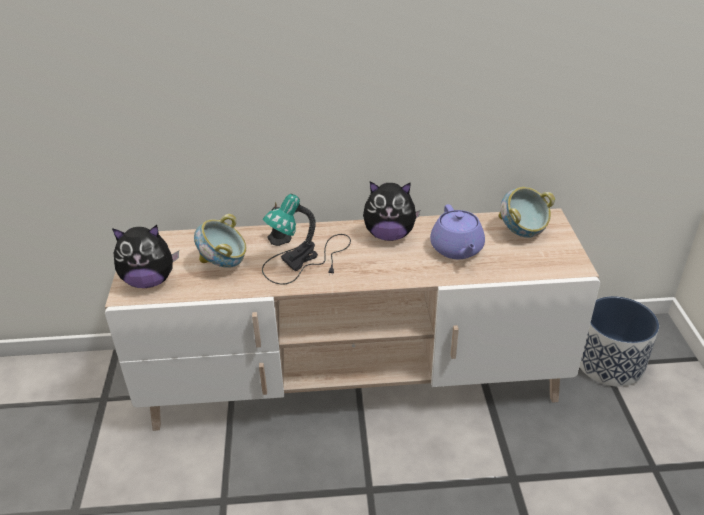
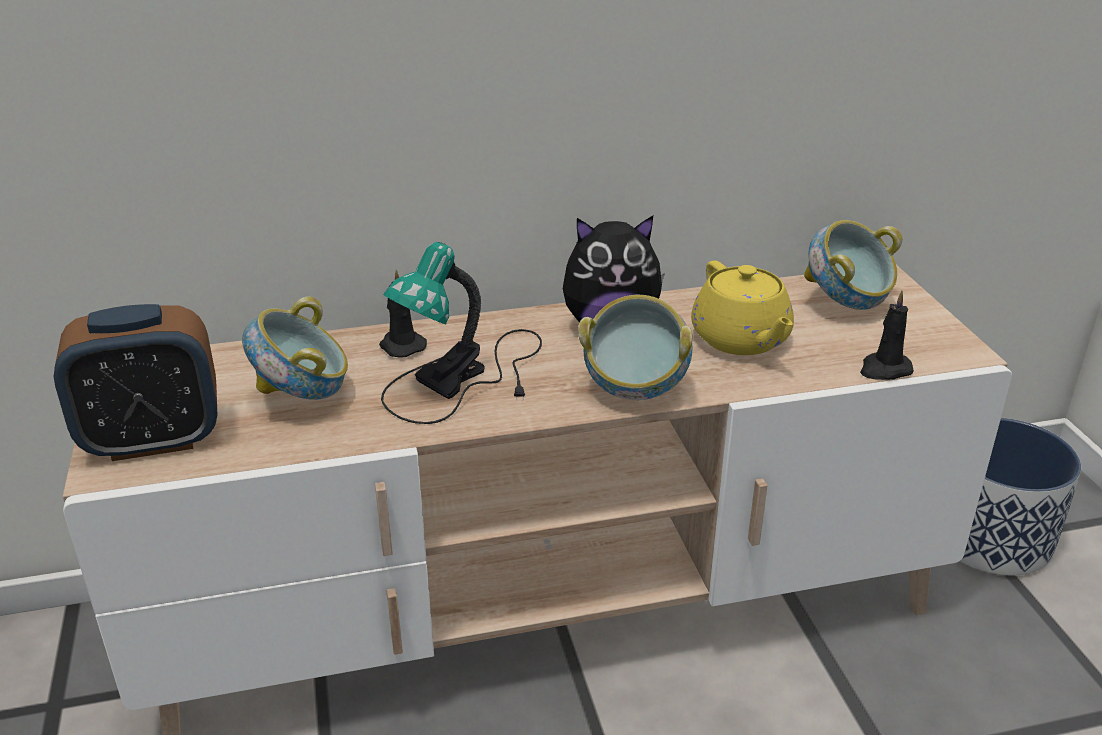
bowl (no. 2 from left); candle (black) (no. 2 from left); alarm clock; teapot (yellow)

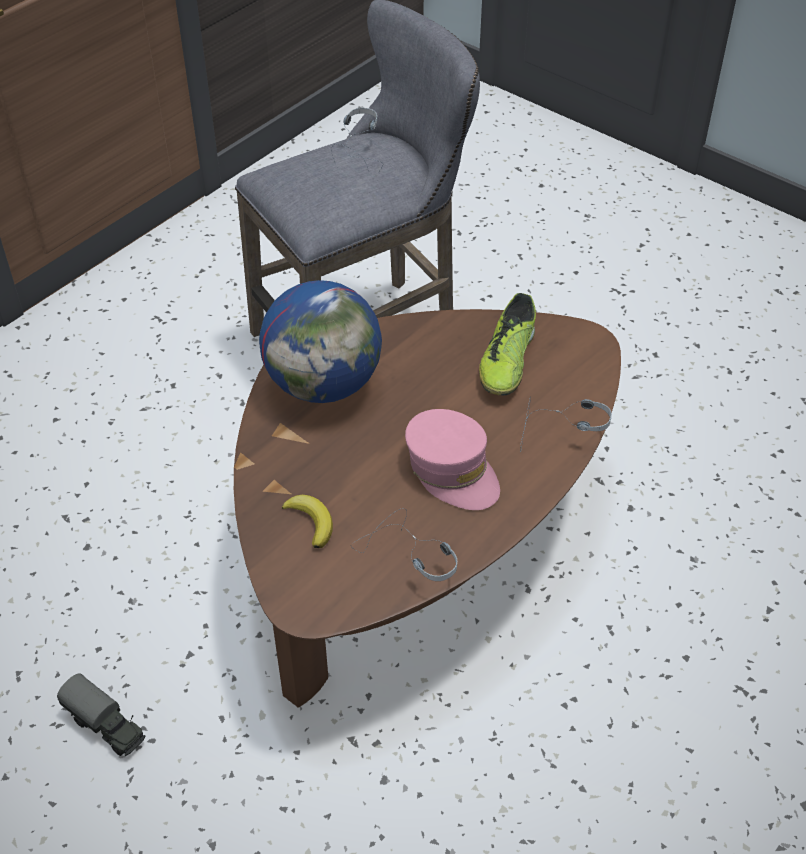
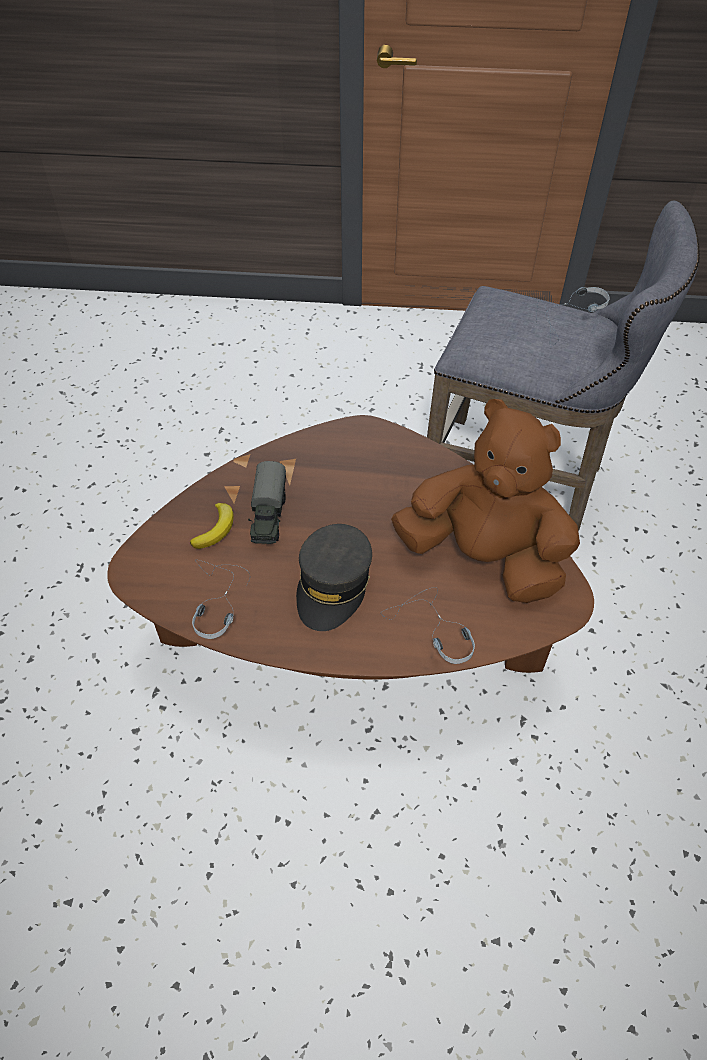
globe; toy truck; plush toy (brown); cap (grey)

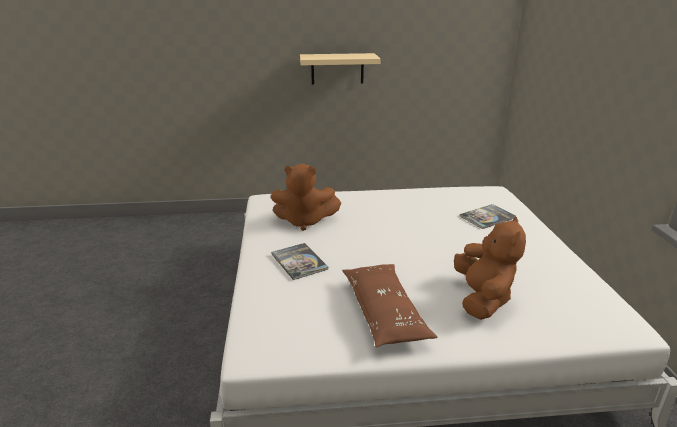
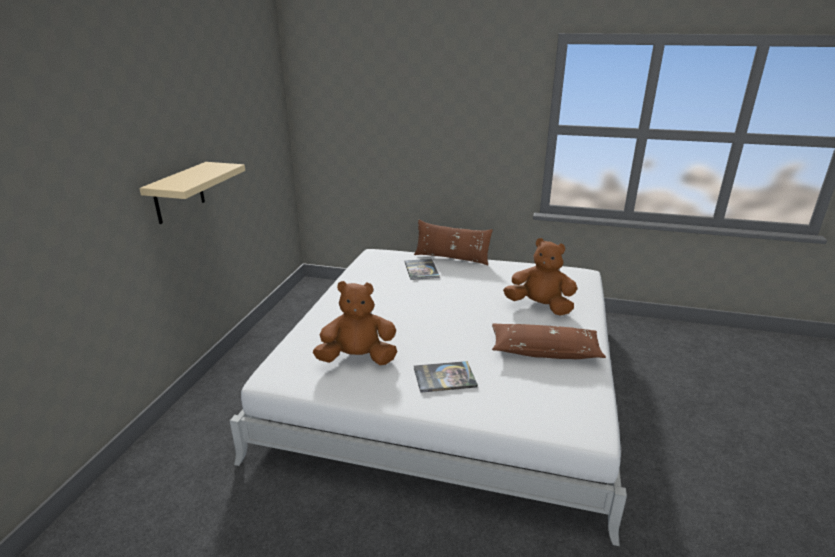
pillow (brown) (no. 1 from left); plush toy (brown) (no. 1 from left)

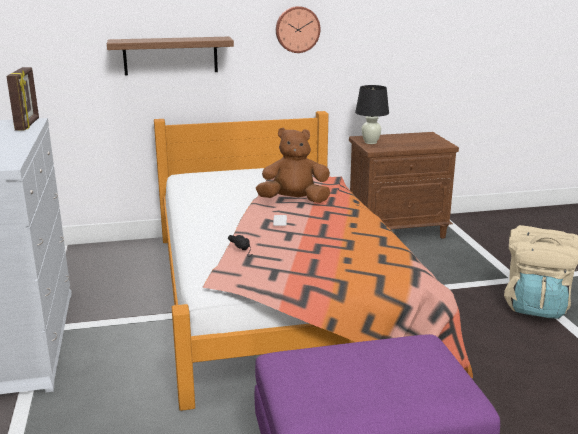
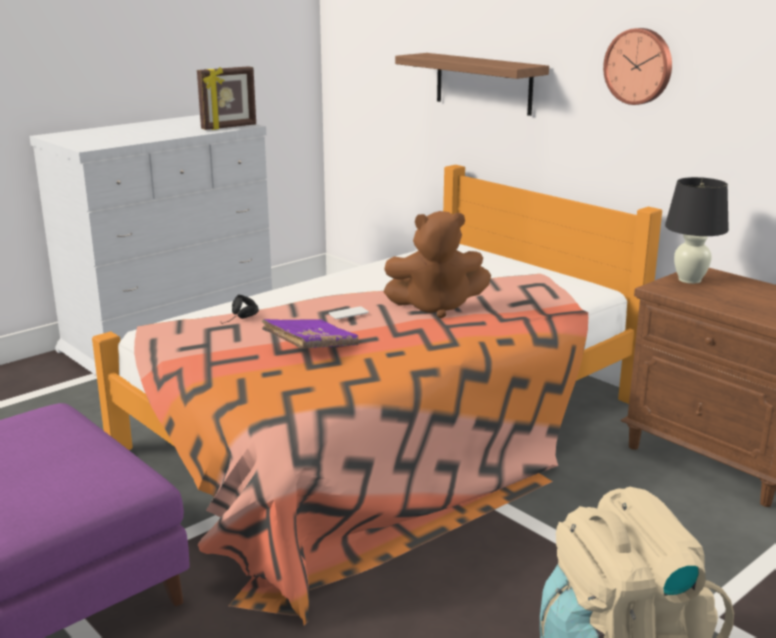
book (purple); plush toy (brown)

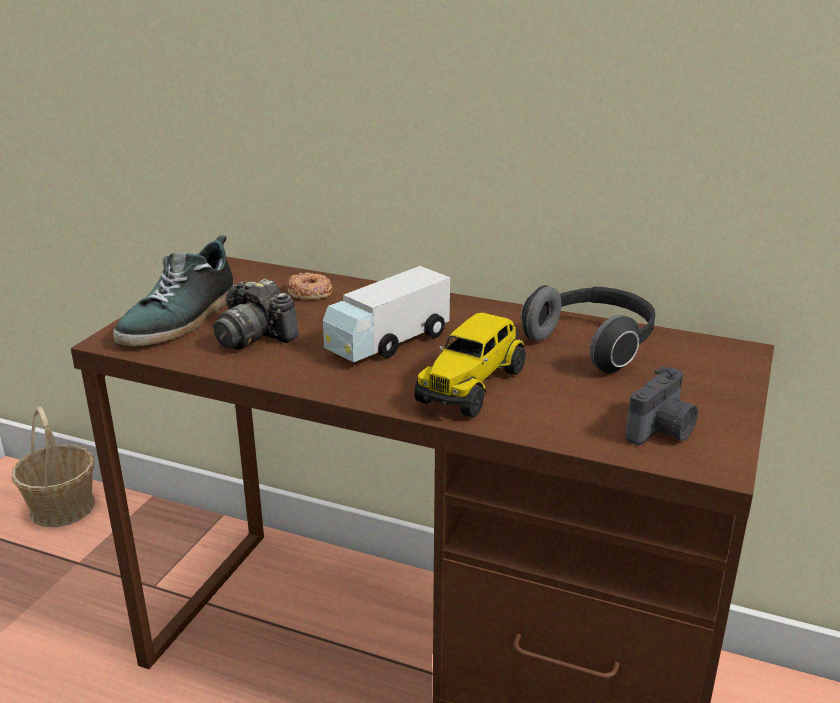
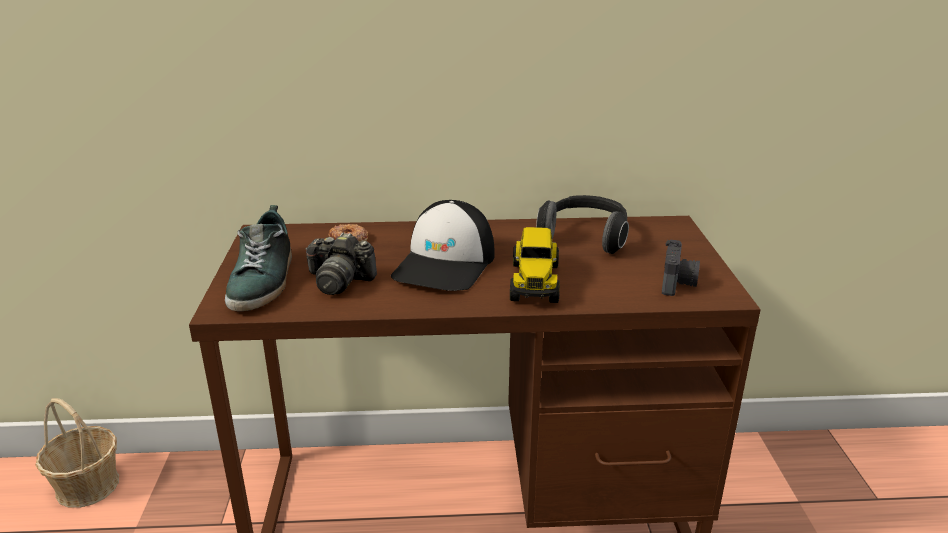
cap

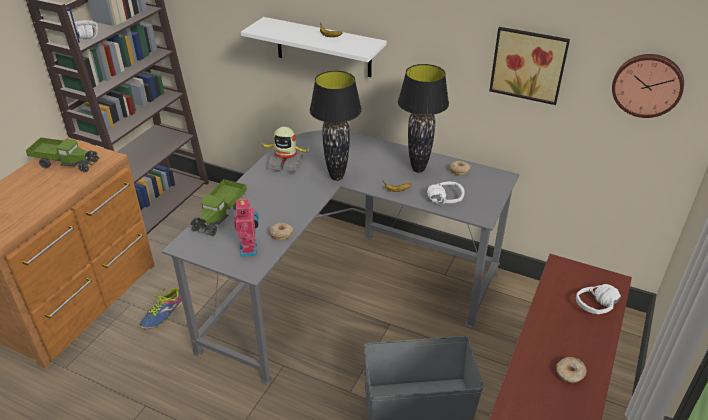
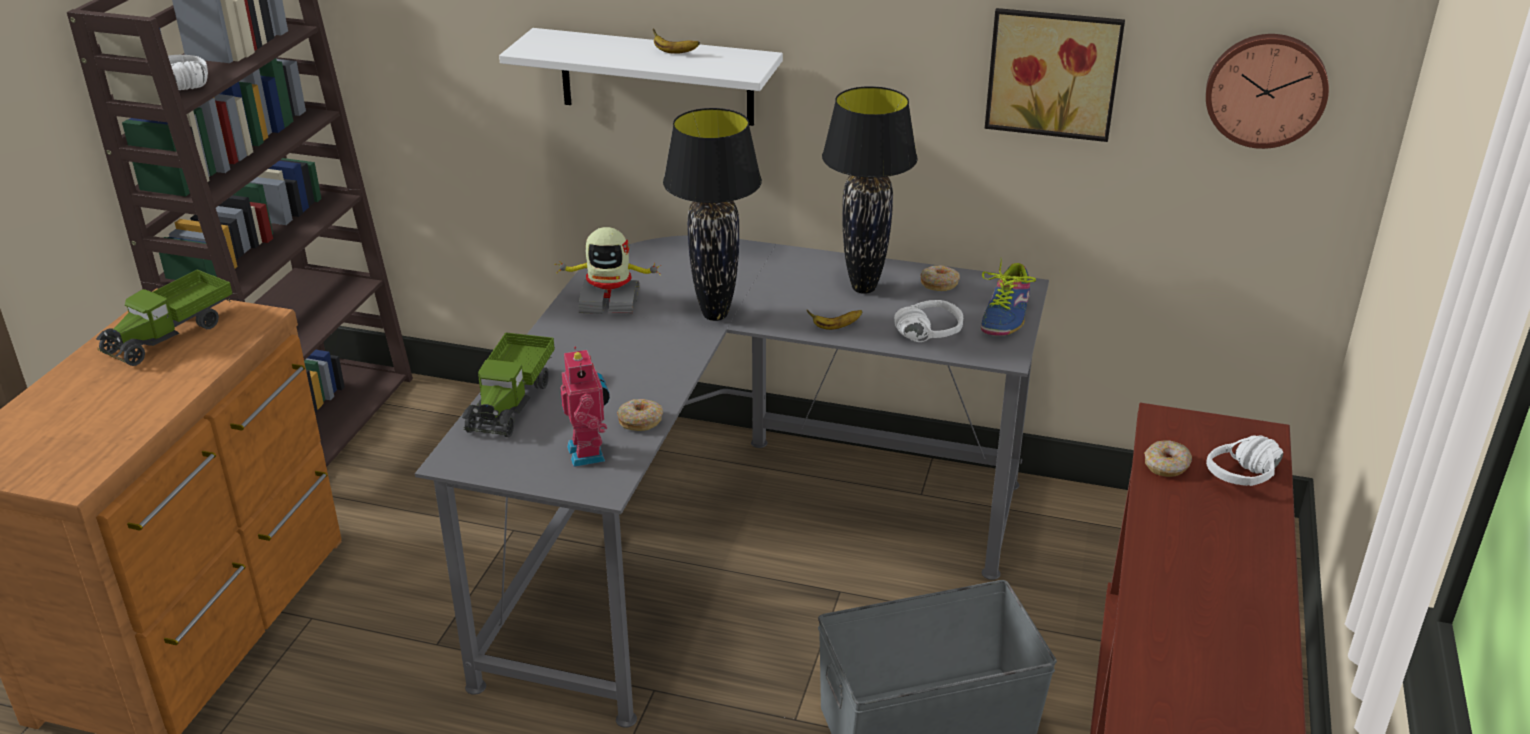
shoe; donut (no. 3 from left); toy truck (no. 1 from left)

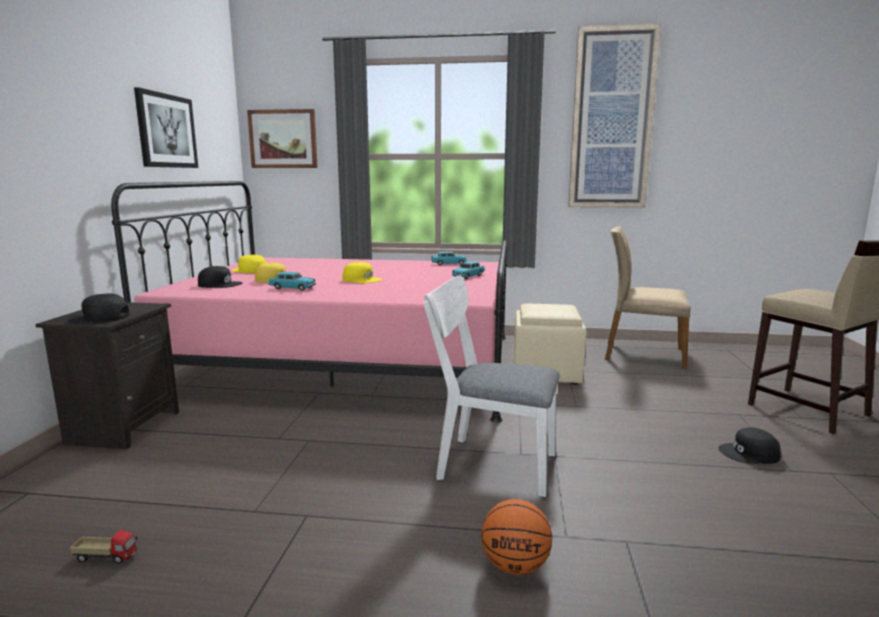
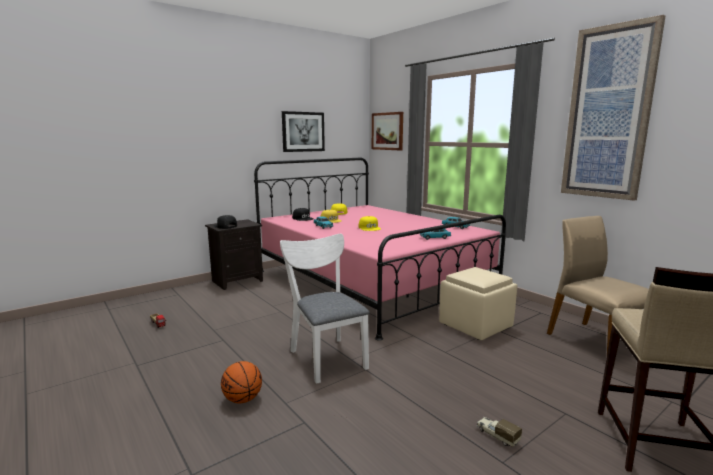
toy truck (no. 2 from left)

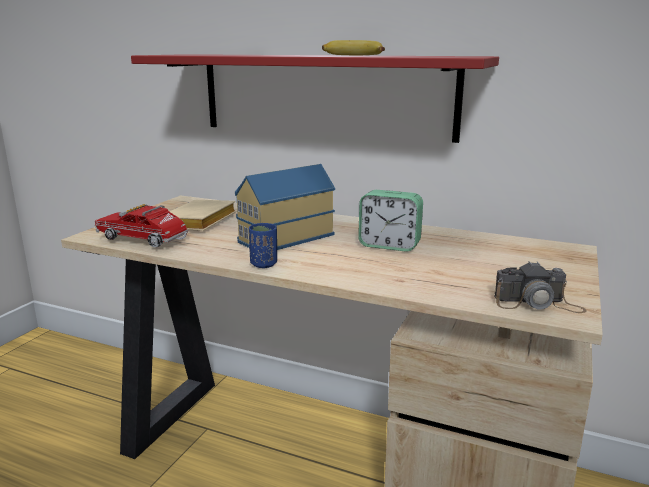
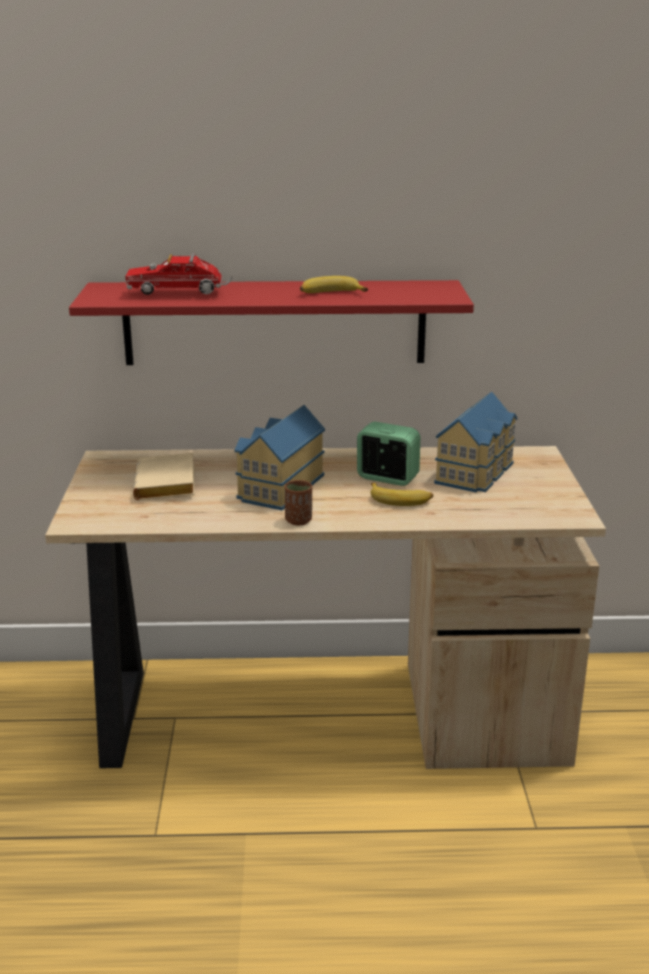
photo camera; banana (no. 2 from left); toy house (no. 2 from left); toy truck; cup (brown); alarm clock

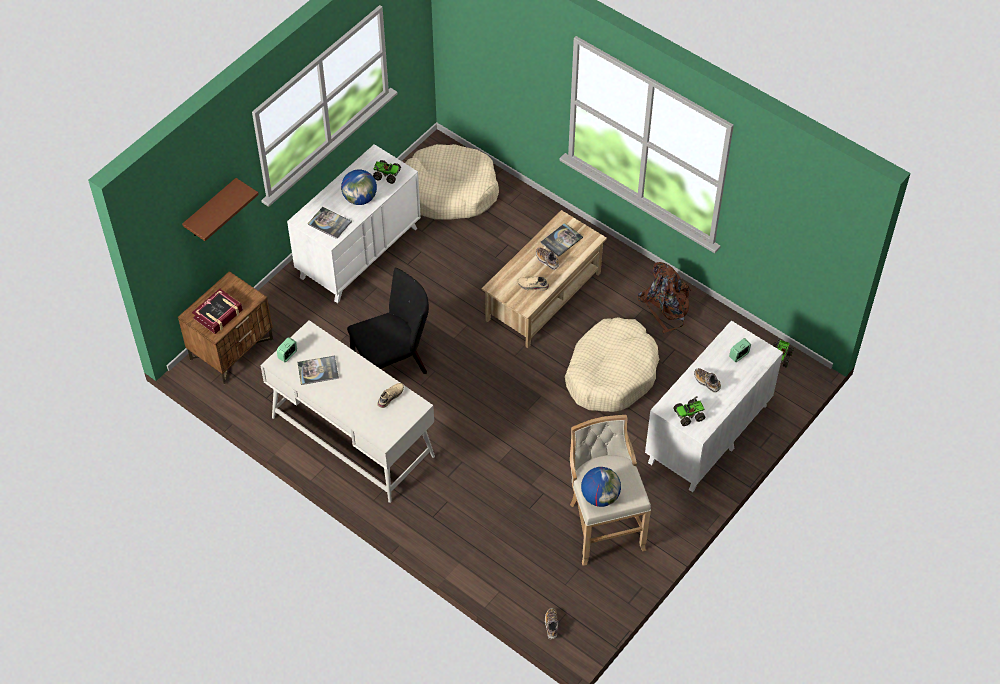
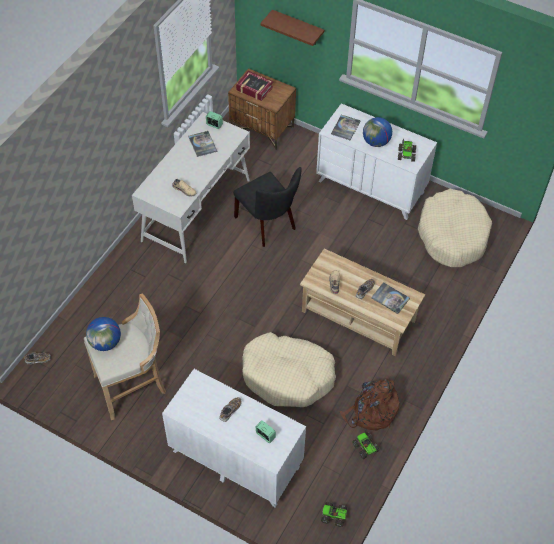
toy truck (no. 2 from left)

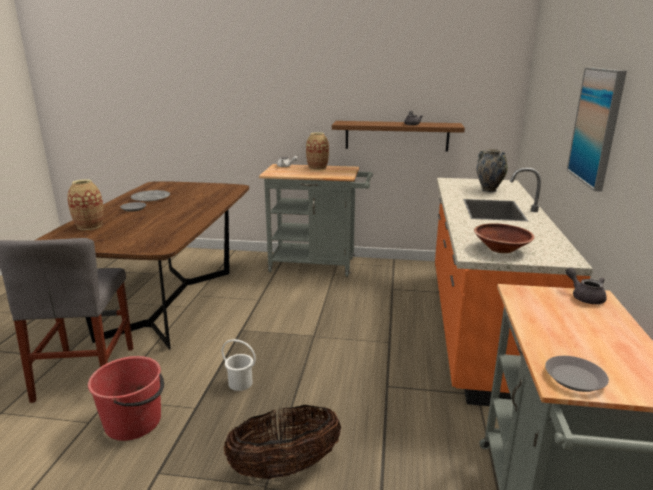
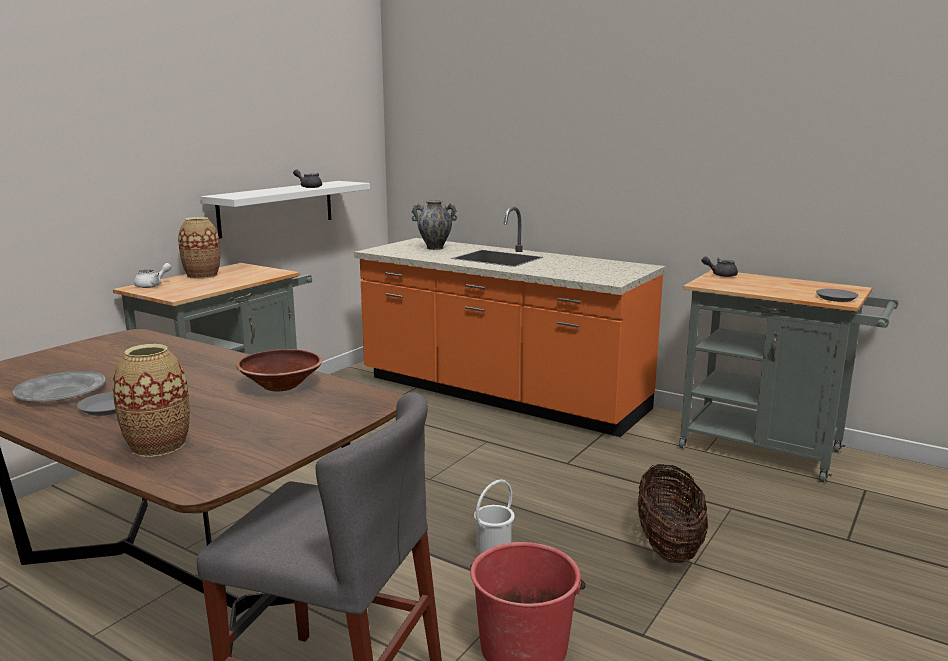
picture; bowl (brown); shelf (white)

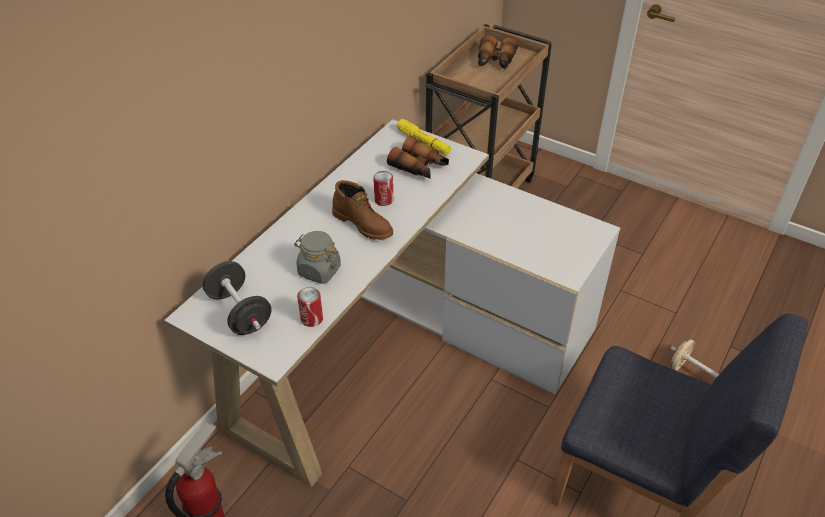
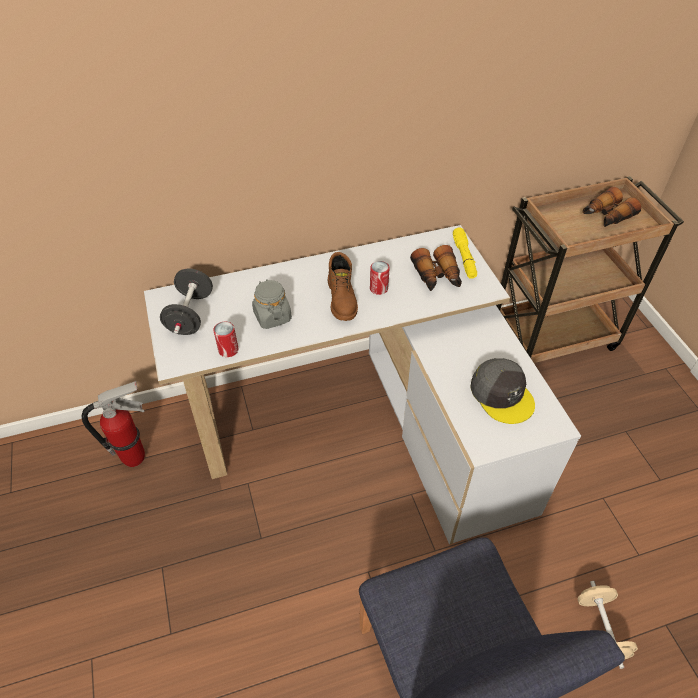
cap (grey)

